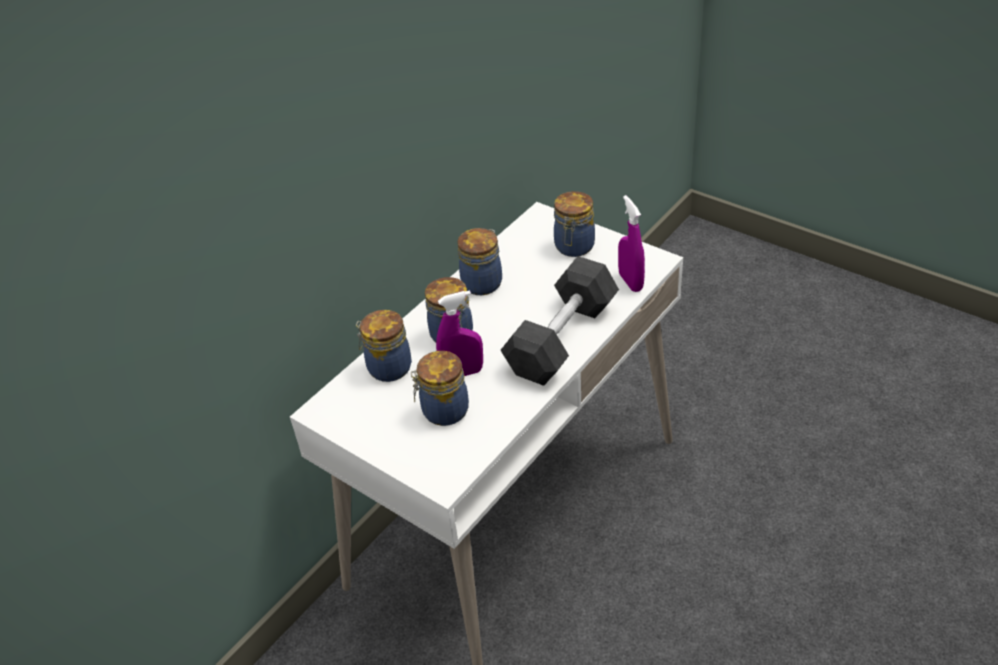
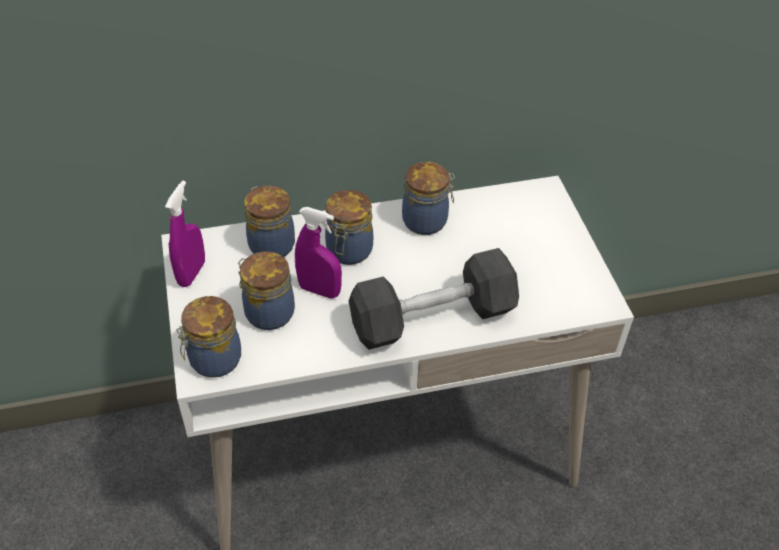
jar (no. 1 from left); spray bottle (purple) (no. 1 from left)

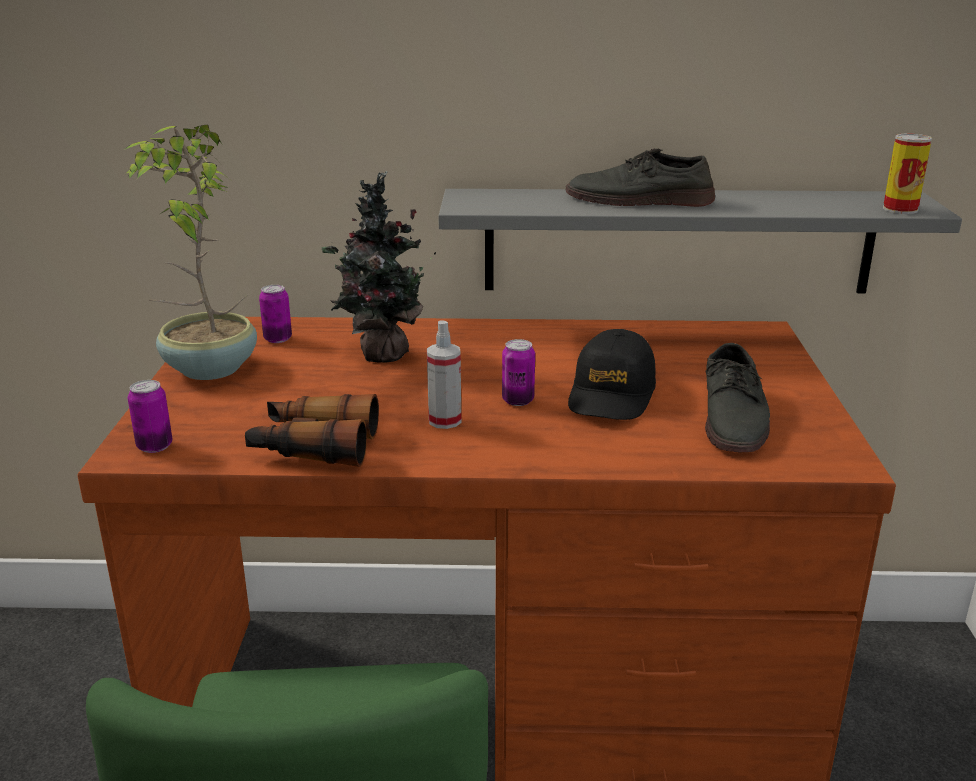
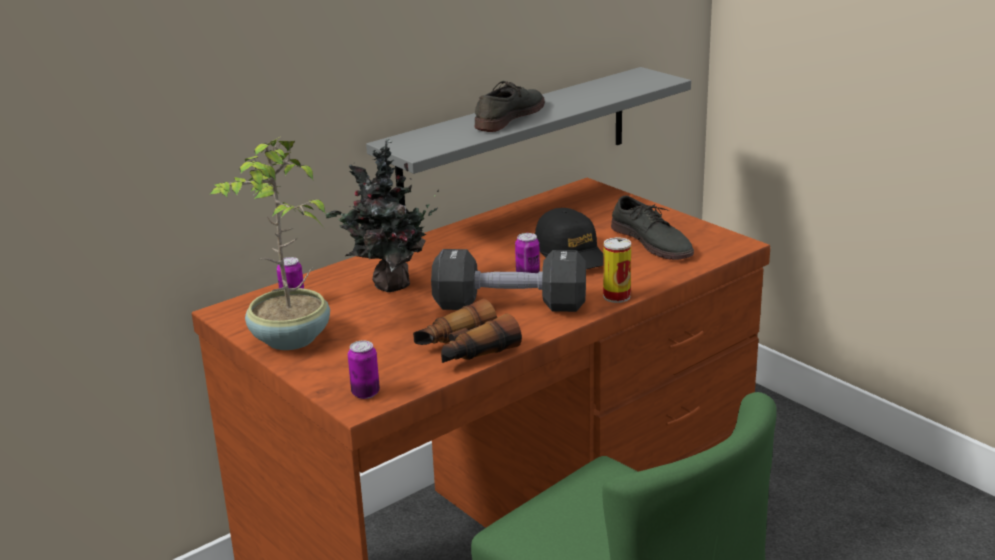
can (no. 4 from left); dumbbell (black); shoe (grey) (no. 1 from left)

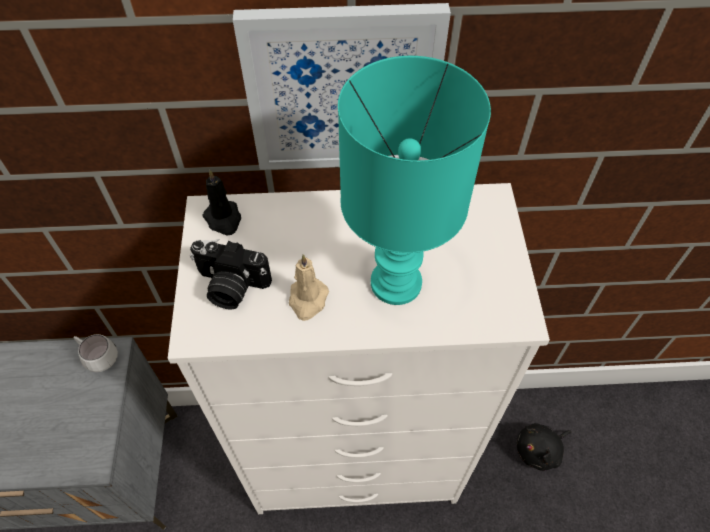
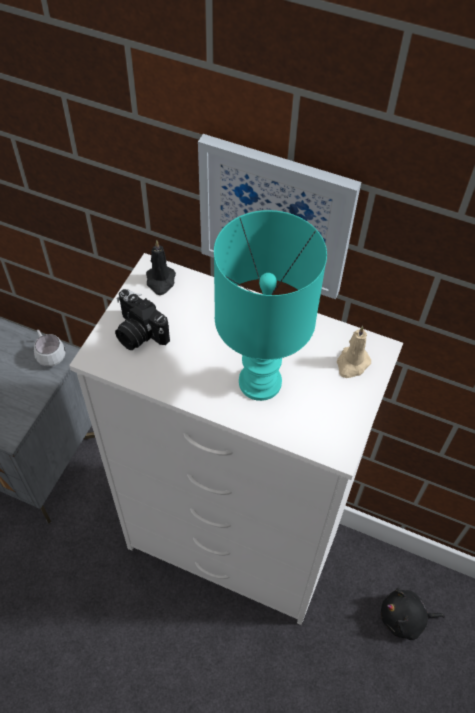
candle (beige)

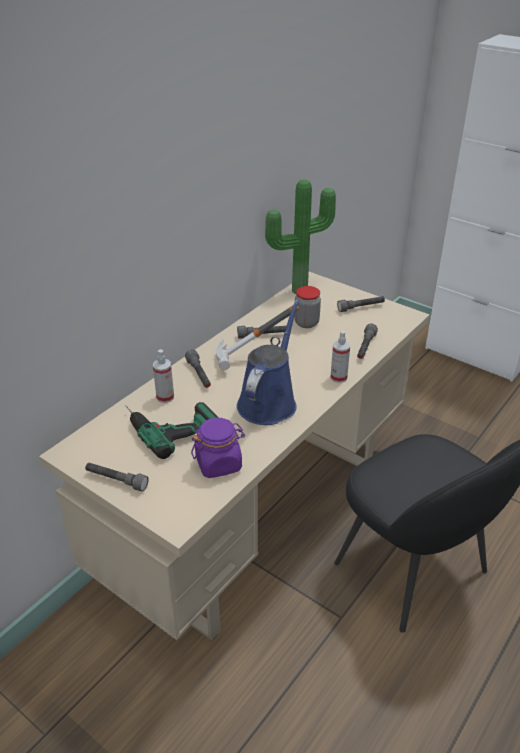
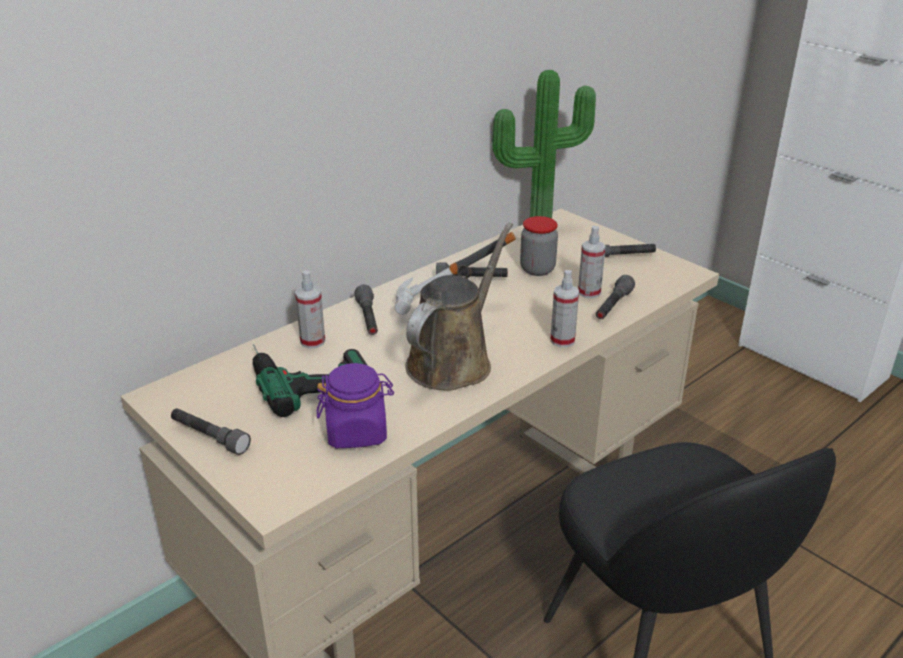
spray bottle (no. 3 from left); watering can (brown)

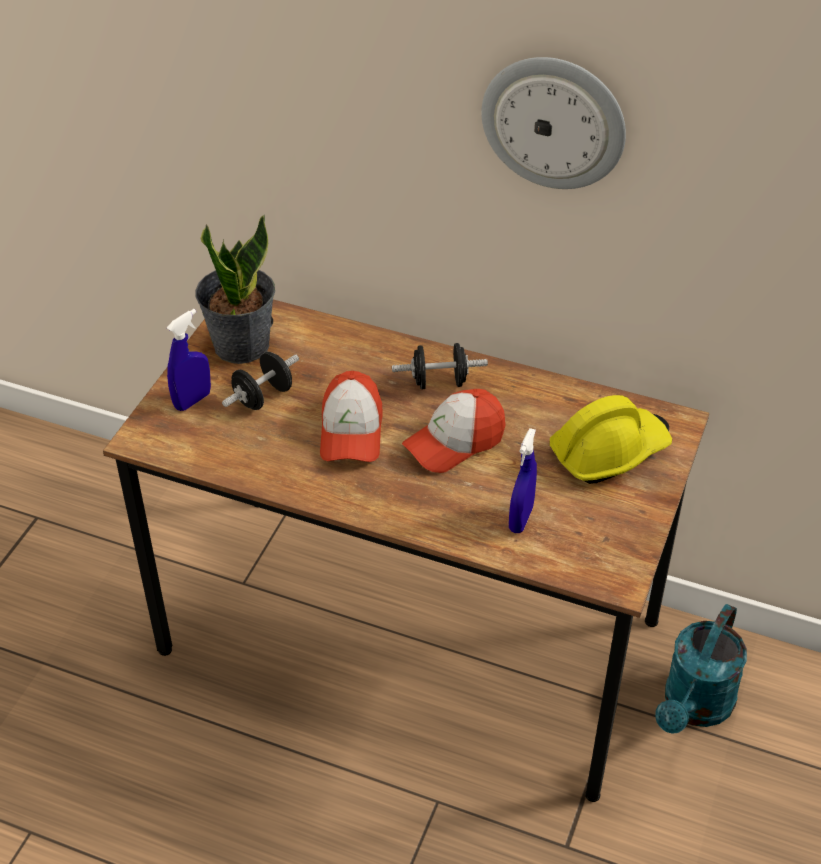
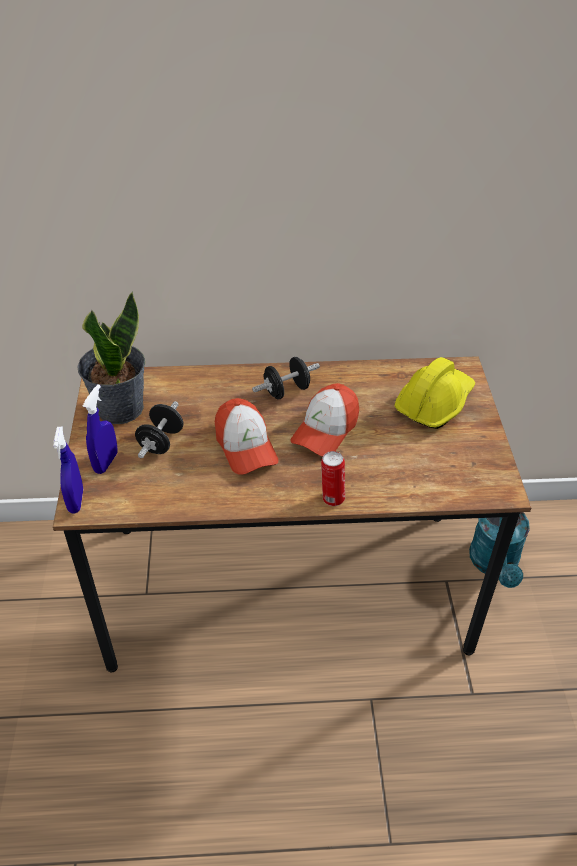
wall clock; can; spray bottle (blue) (no. 1 from left)

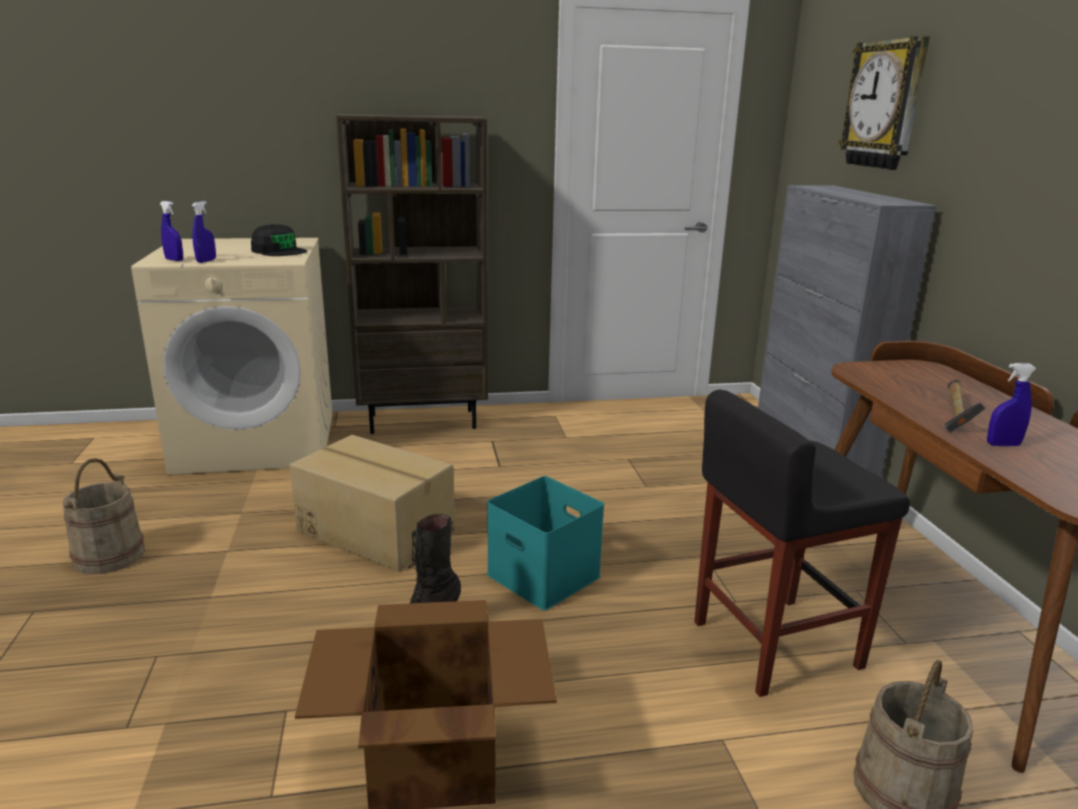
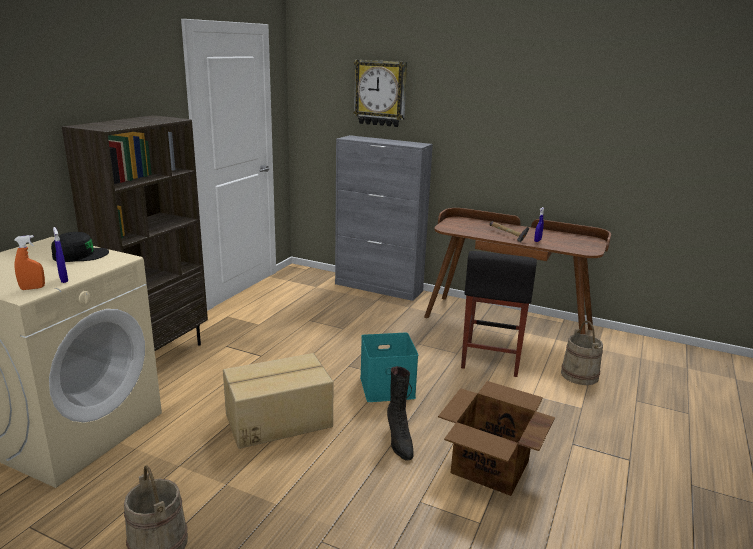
spray bottle (orange)

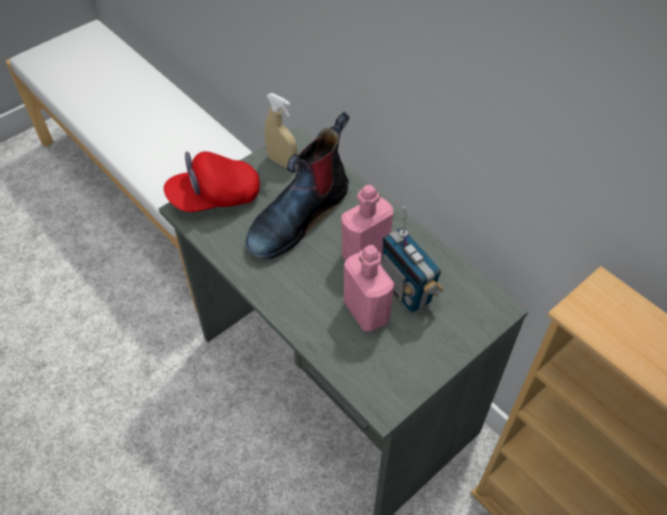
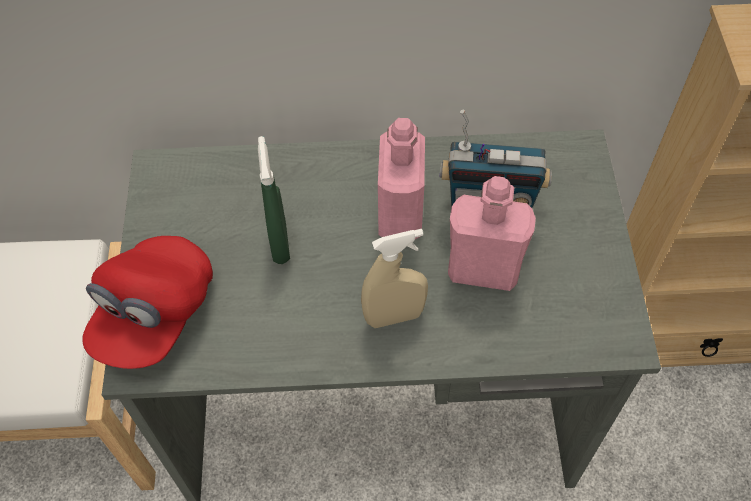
spray bottle (beige); spray bottle (green)

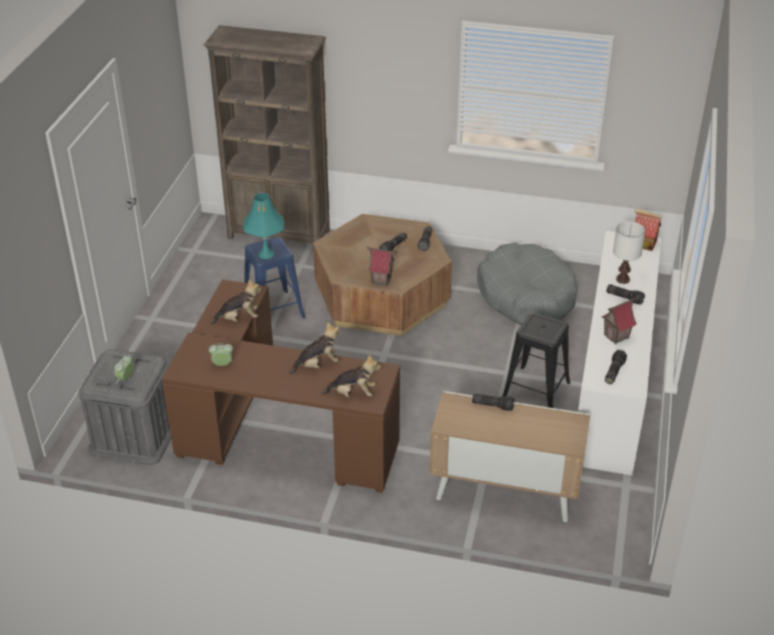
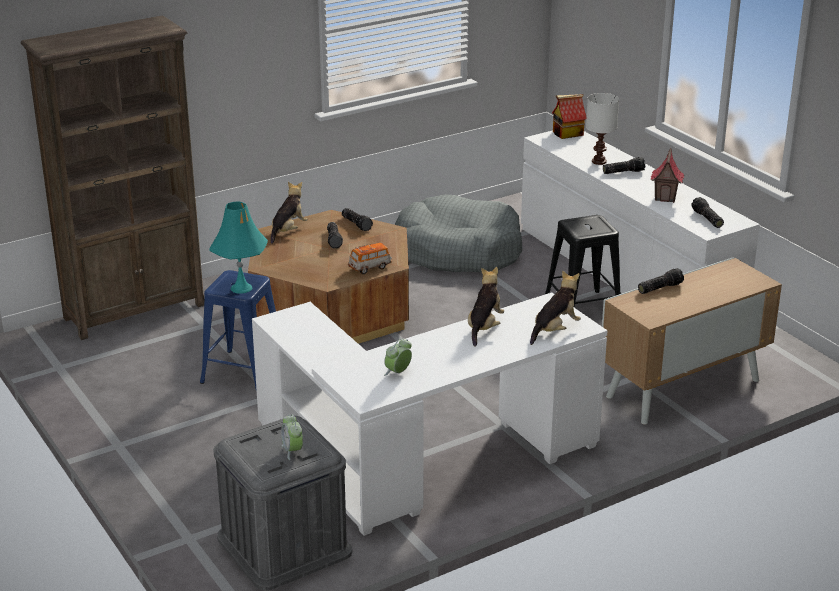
plush toy (no. 1 from left); toy car; desk (white)

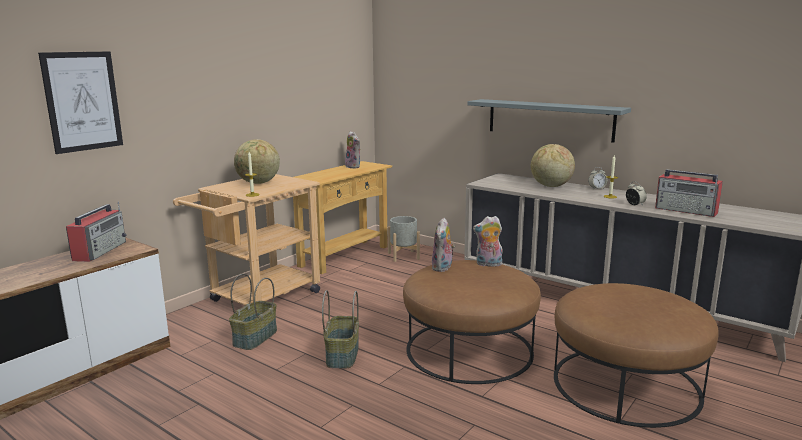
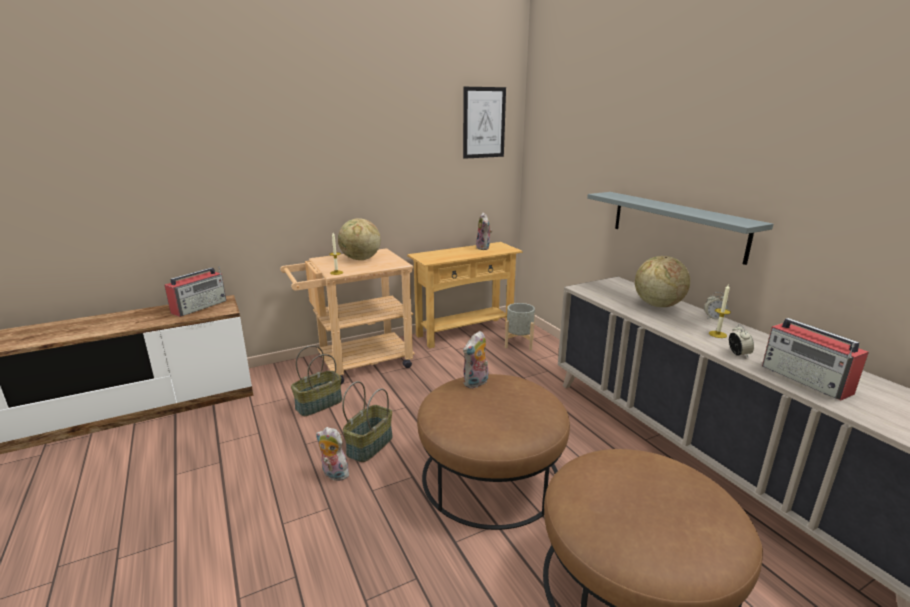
picture; plush toy (no. 1 from left)

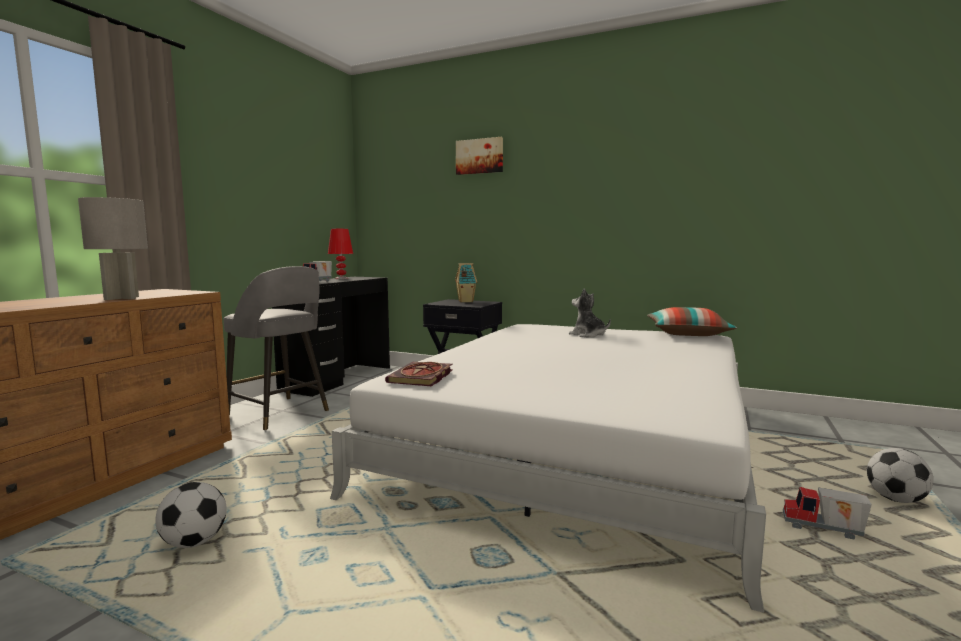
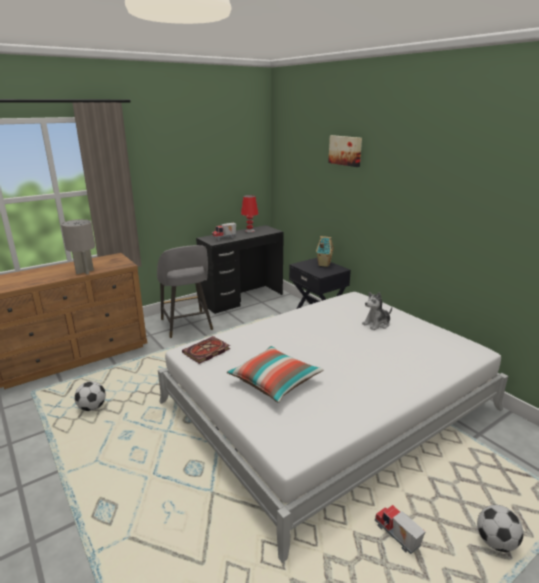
pillow; plush toy

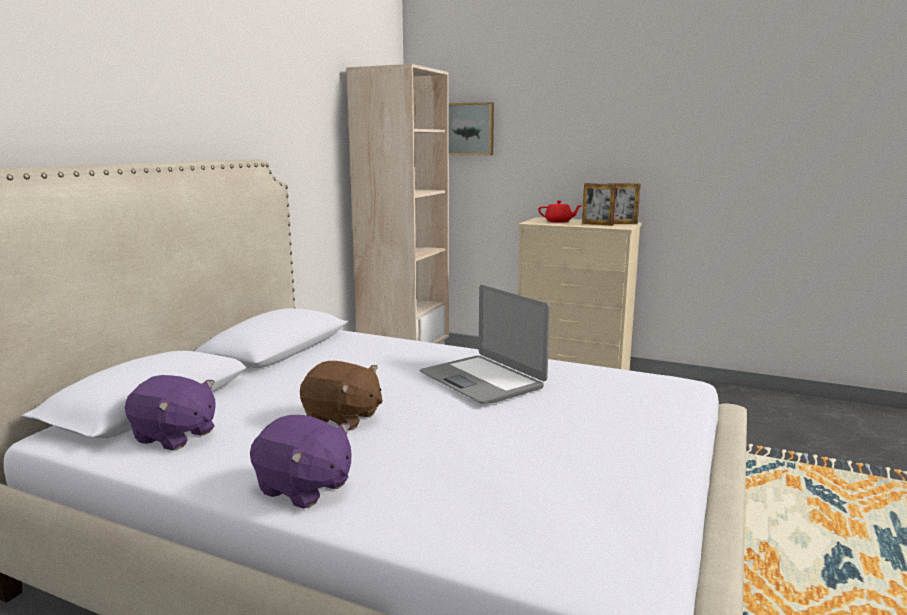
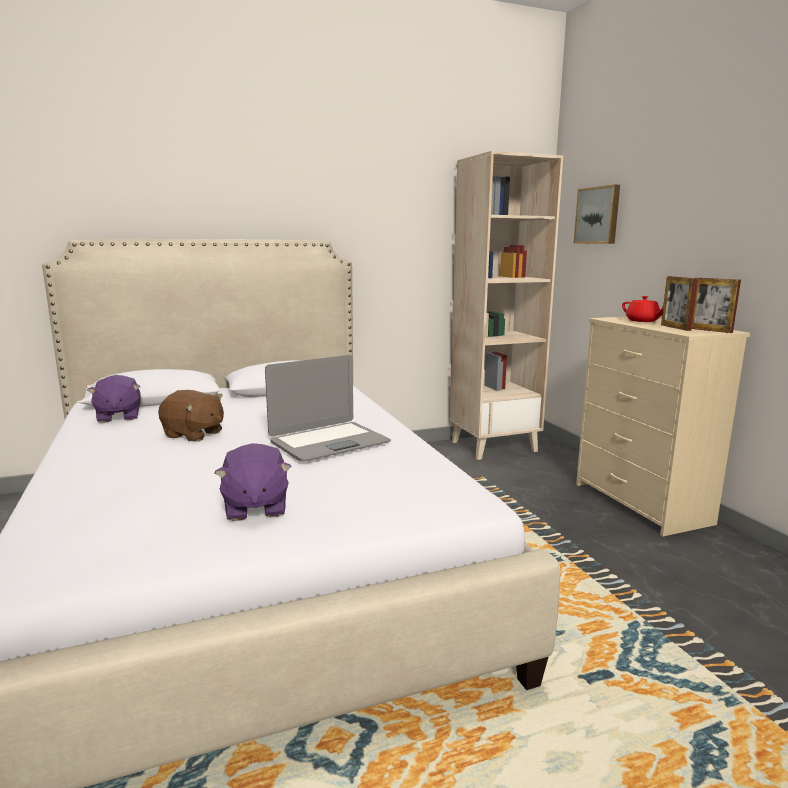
plush toy (purple) (no. 2 from left); plush toy (brown); laptop

